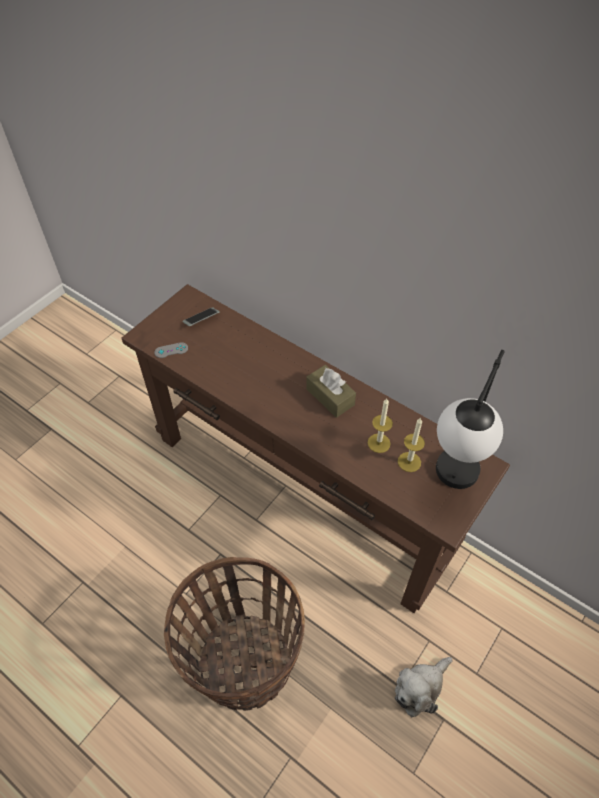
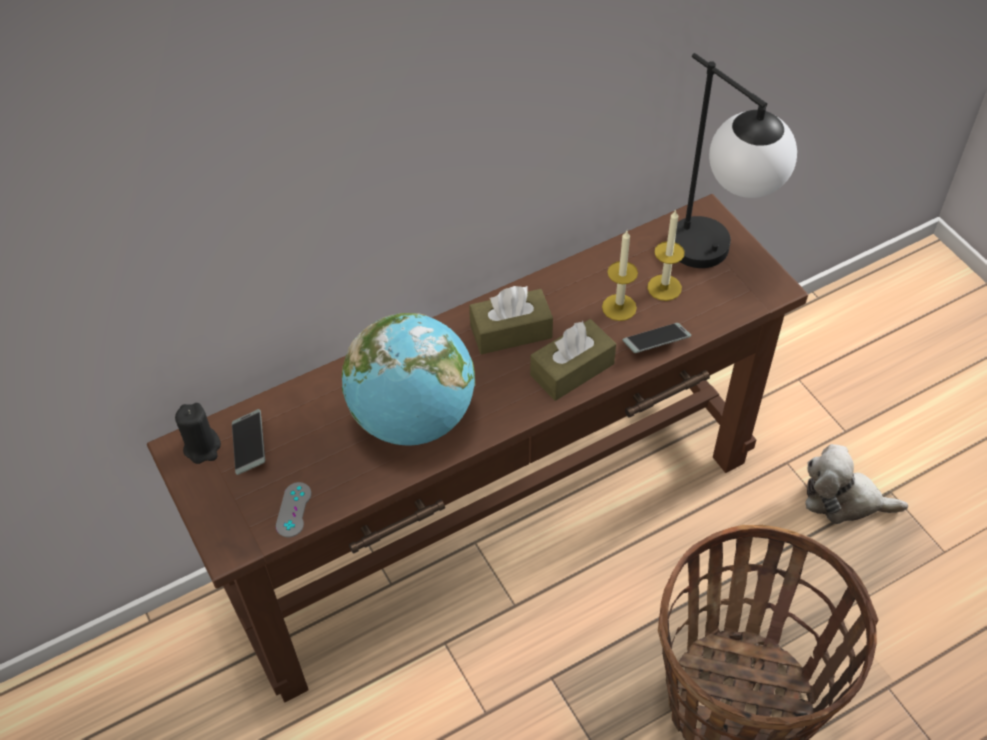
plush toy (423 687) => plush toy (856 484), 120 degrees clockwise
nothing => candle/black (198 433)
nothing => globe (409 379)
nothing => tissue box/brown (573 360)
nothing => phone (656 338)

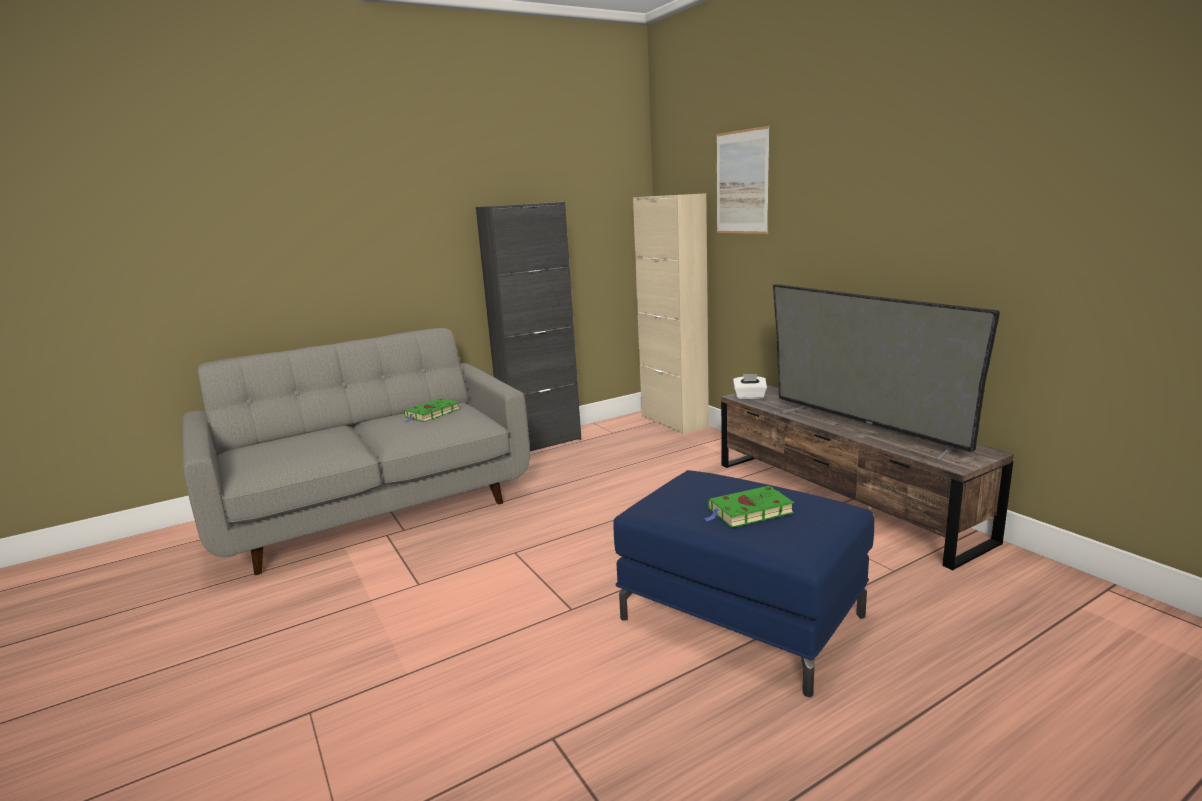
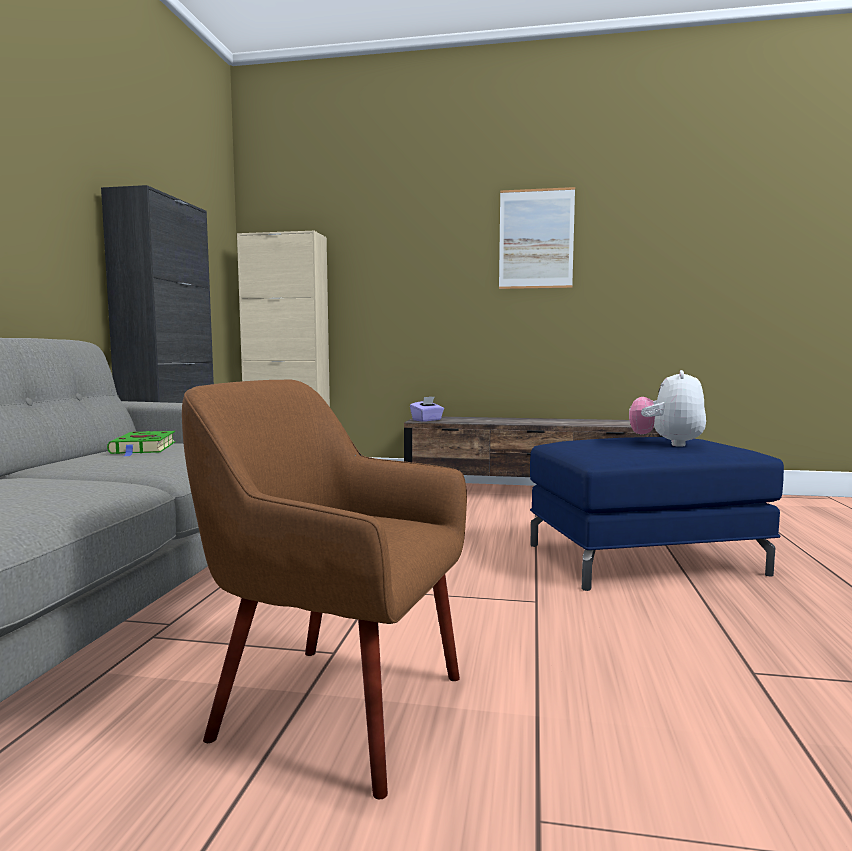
book/green (749 507) => plush toy (667 408)
picture (743 180) => picture (537 238), move
tissue box/white (750 386) => tissue box/purple (427 409)
television (886 372) => nothing
nothing => armchair/brown (324 589)

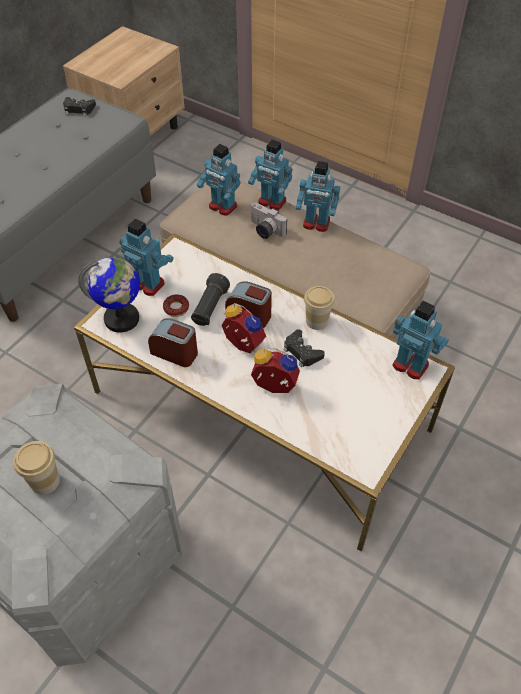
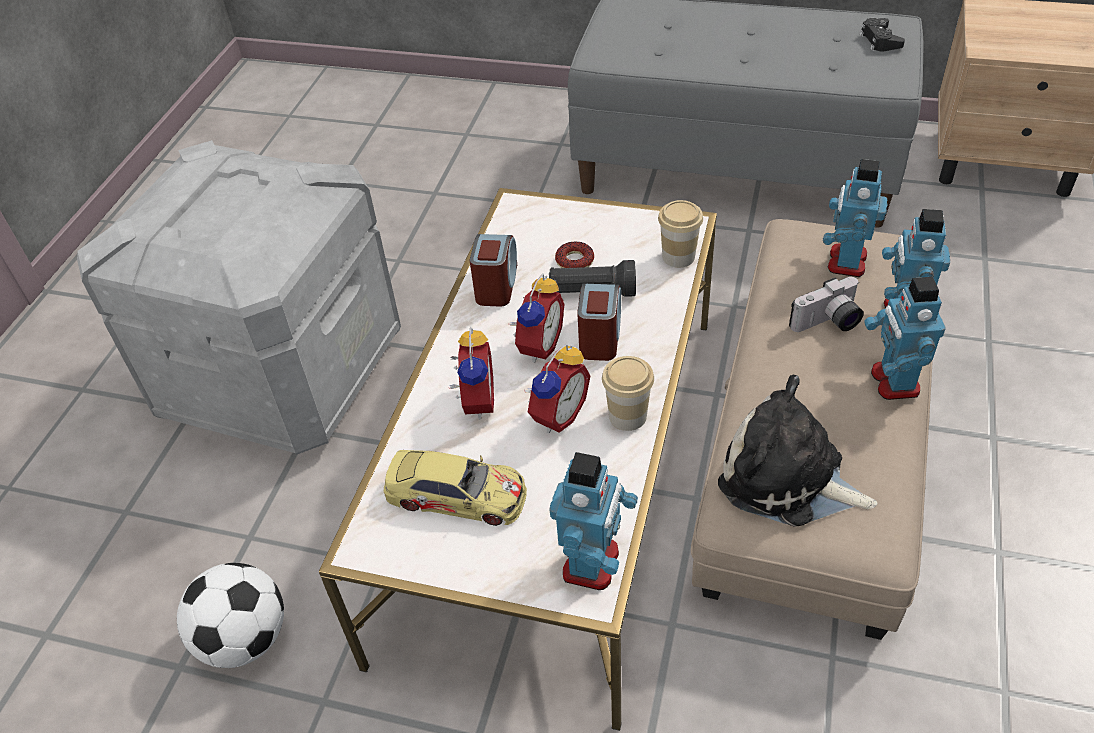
cup (36 468) => cup (680 234), move
globe (109 295) => nothing
toy robot (147 257) => nothing
photo camera (268 220) => photo camera (826 304), 135 degrees counterclockwise
game controller/black (304 348) => alarm clock (557 388)
nothing => football (230 615)
nothing => toy car (455 488)
nothing => plush toy (797 450)

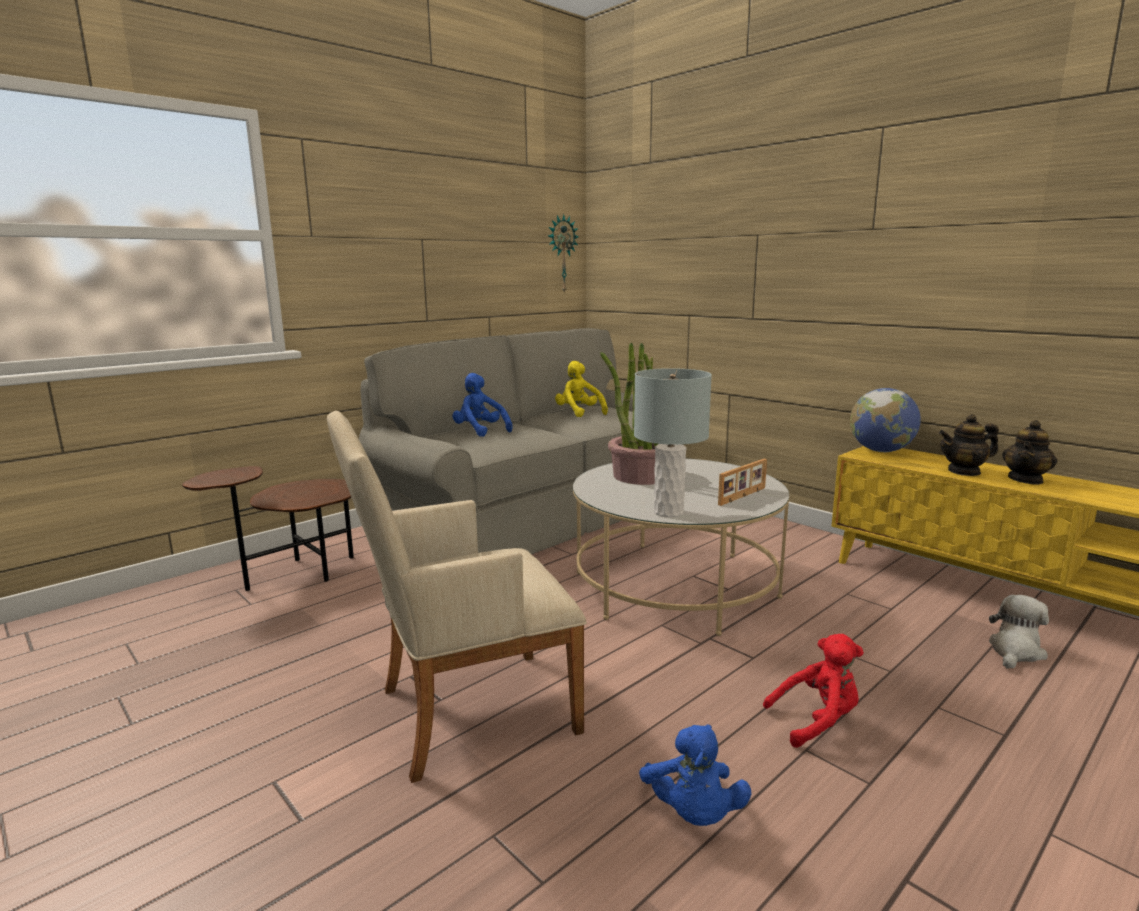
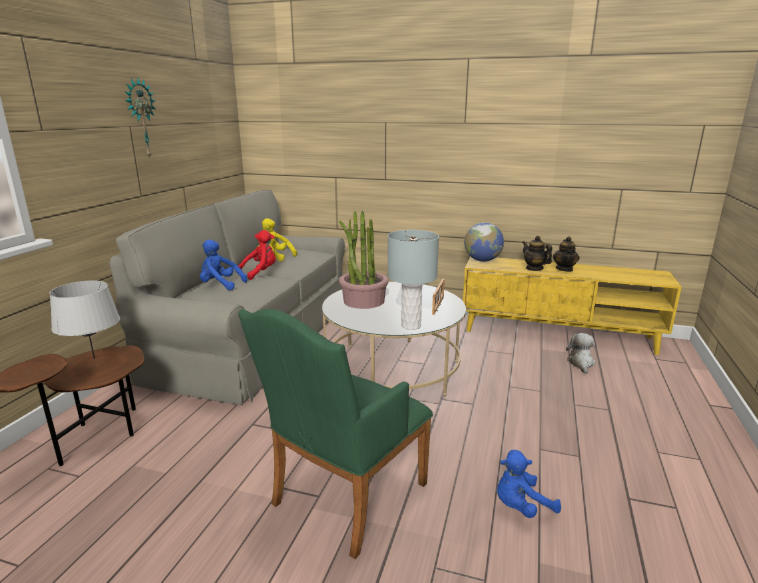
armchair/beige (457 597) => armchair/green (335 434)
wall clock (563 254) => wall clock (140 117), move
plush toy/blue (695 775) => plush toy/blue (529 484), 105 degrees clockwise
plush toy/red (813 691) => plush toy/red (257 255), move
teapot (969 445) => teapot (537 253), 90 degrees clockwise
nothing => table lamp/grey (85 320)

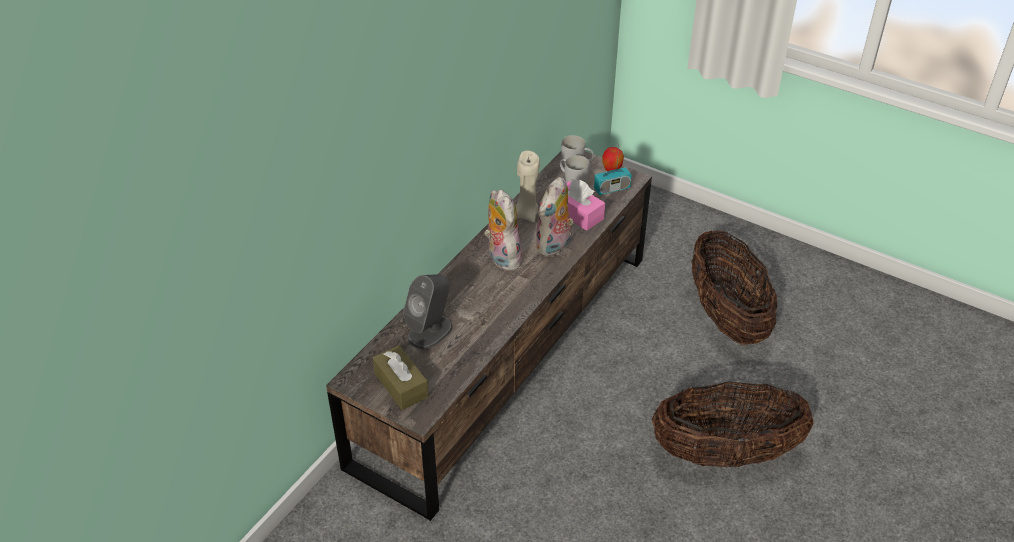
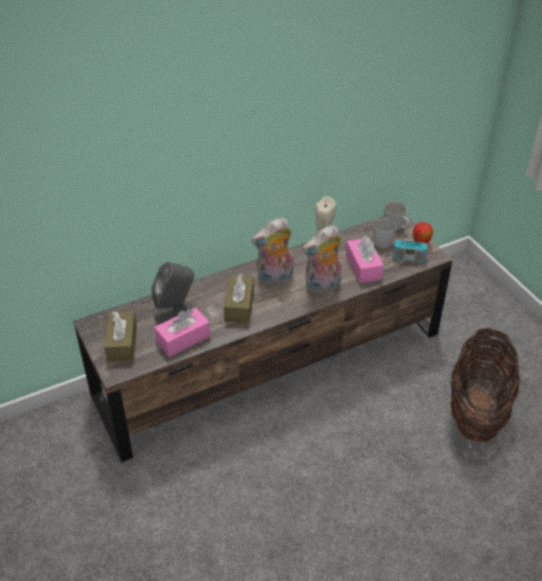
plush toy (504 230) => plush toy (272 251), 120 degrees counterclockwise
basket (733 424) => nothing
nothing => tissue box/pink (182 332)
nothing => tissue box/brown (239 298)

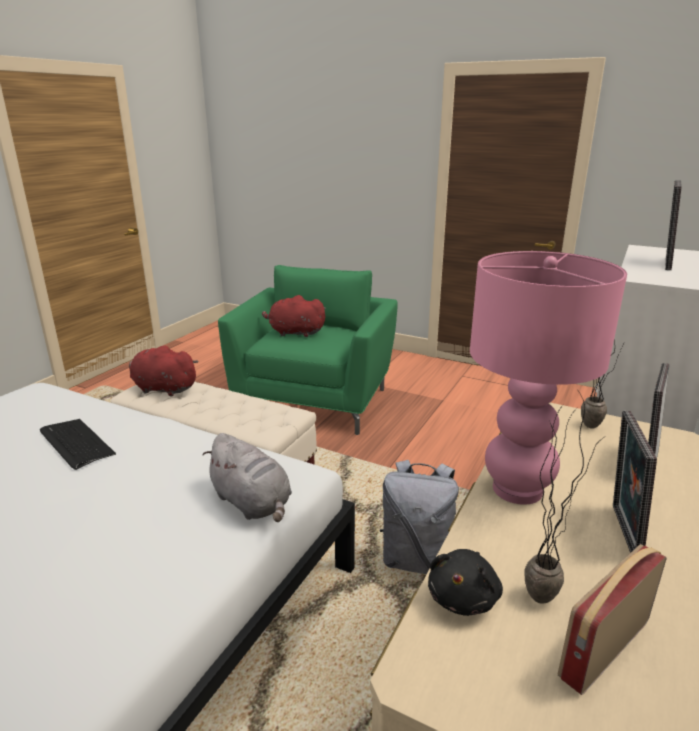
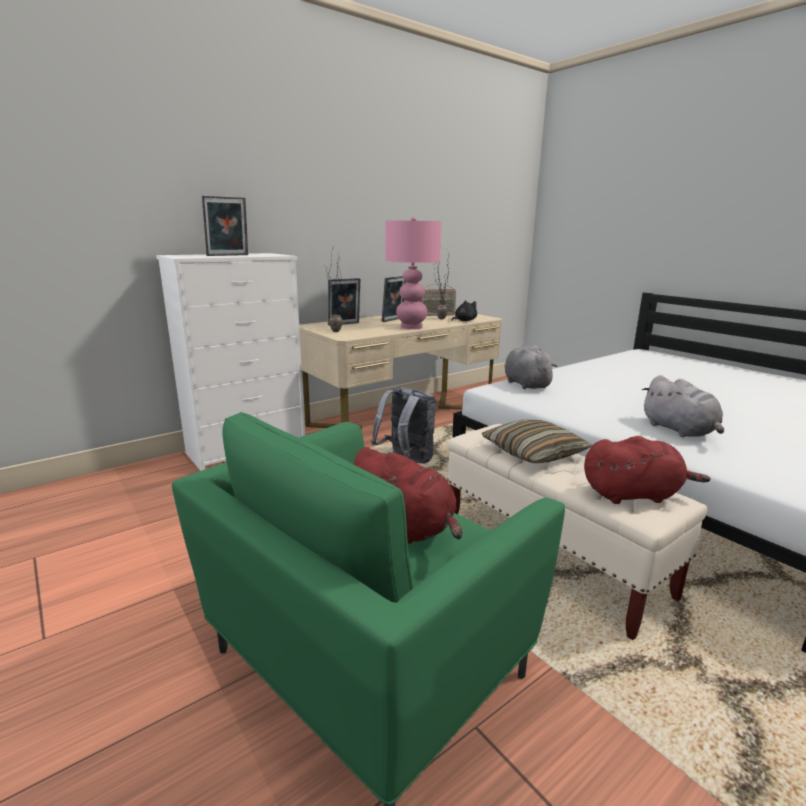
keyboard (78 444) => plush toy/grey (683 406)
plush toy/red (164 371) => plush toy/red (647 470), 45 degrees counterclockwise
nothing => pillow (537 441)

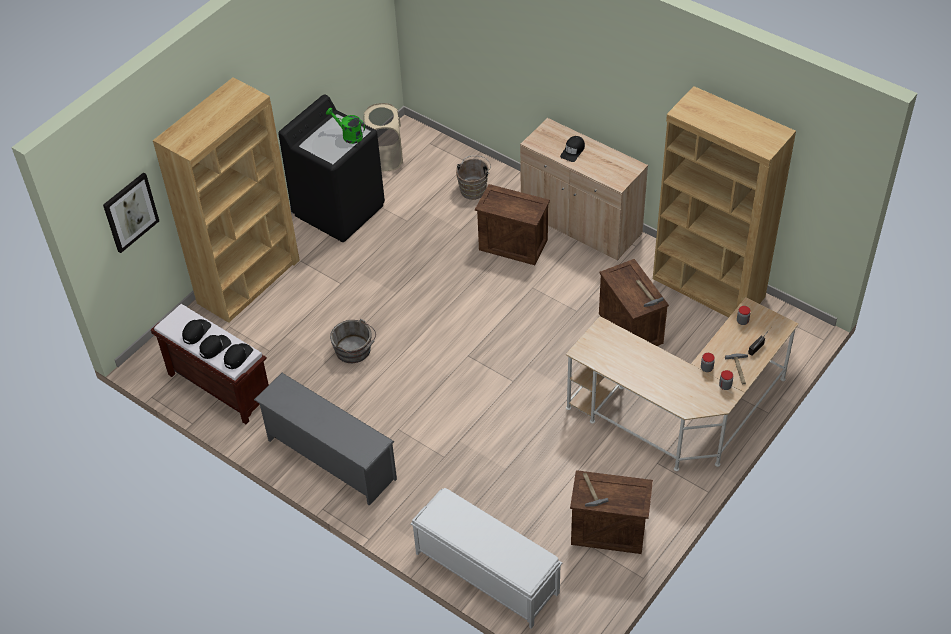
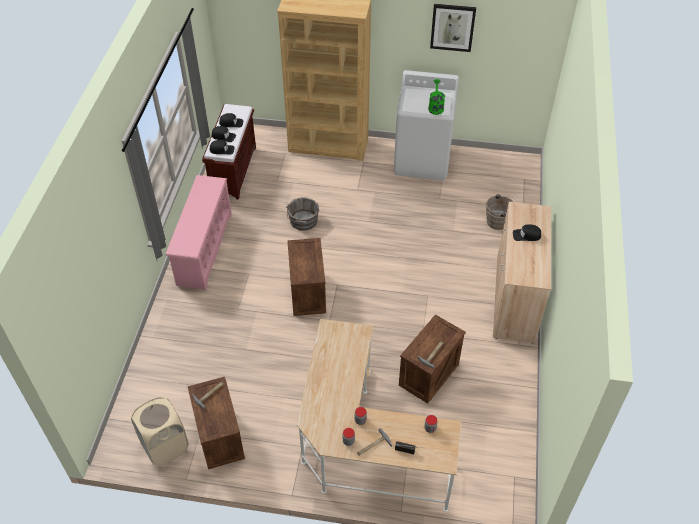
picture (131 213) => picture (453 28), move
shoe rack/grey (325 439) => shoe rack/pink (198 233)
washing machine/black (331 168) => washing machine/white (426 125)
laundry basket/beige (383 137) => laundry basket/beige (160 431), move
bench/white (486 558) => nothing
crate (512 224) => crate (306 277), move
bookcase/brown (724 201) => nothing

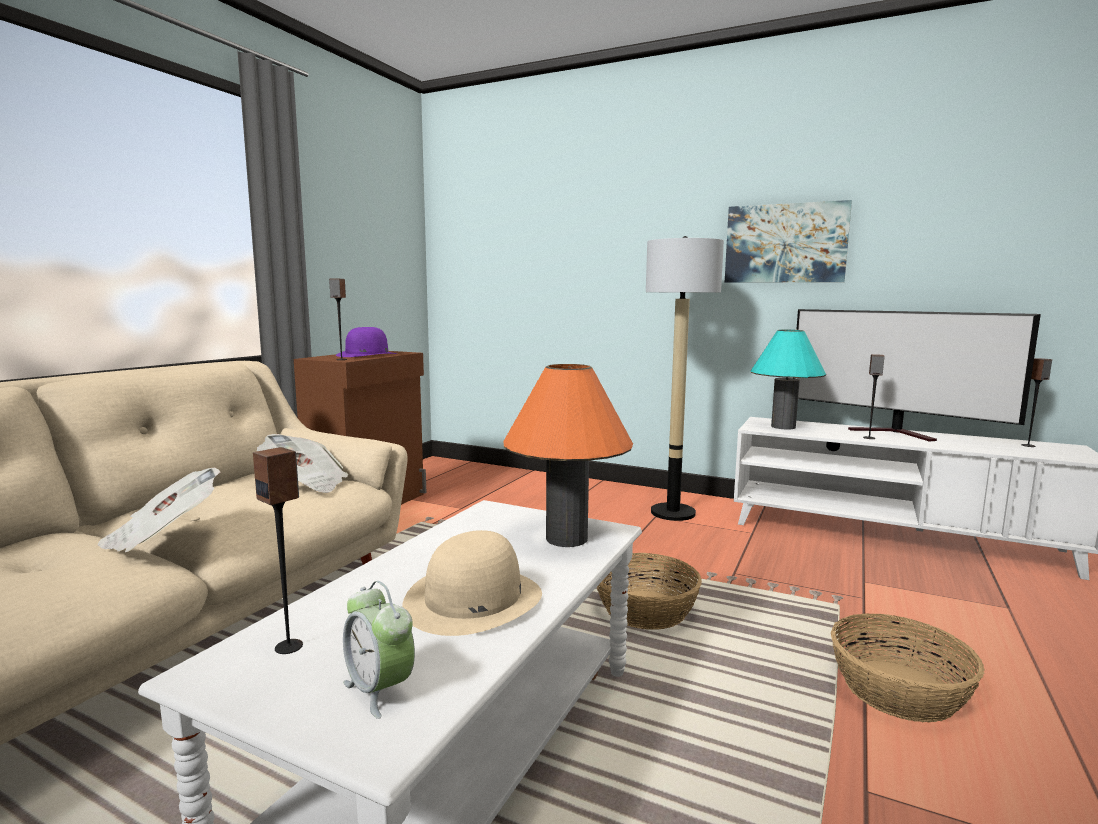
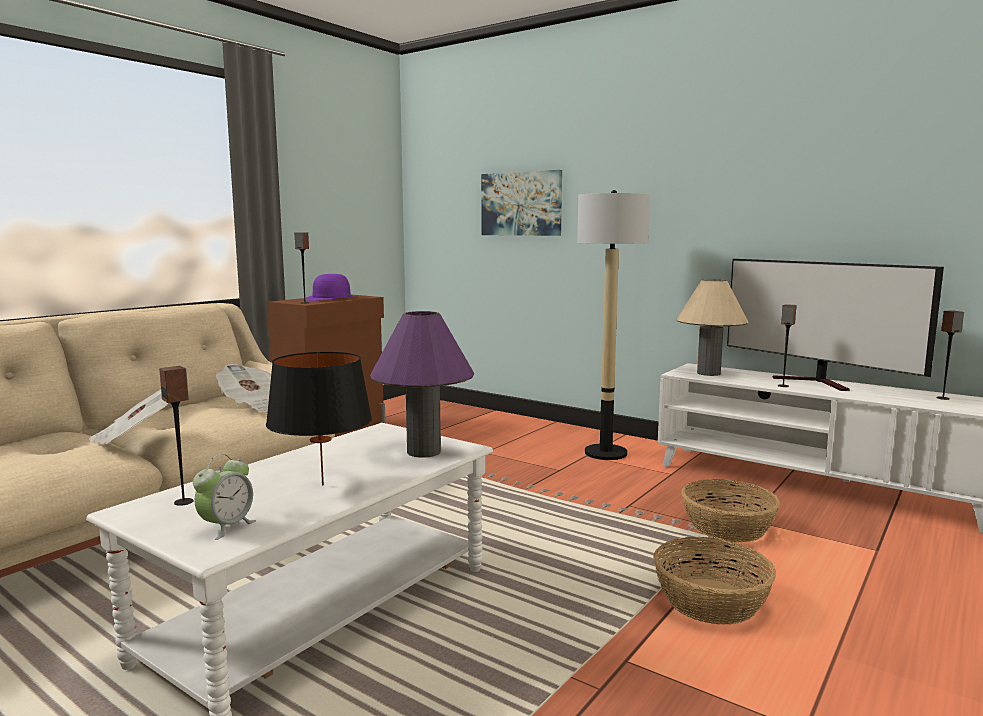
alarm clock (379 650) => alarm clock (224 497), 120 degrees counterclockwise
hat/beige (472 583) => table lamp/black (319 419)
table lamp/orange (568 455) => table lamp/purple (422 384)
basket (649 591) => basket (731 510), move
picture (788 241) => picture (521 203), move
table lamp/turquoise (788 379) => table lamp/beige (712 327)

